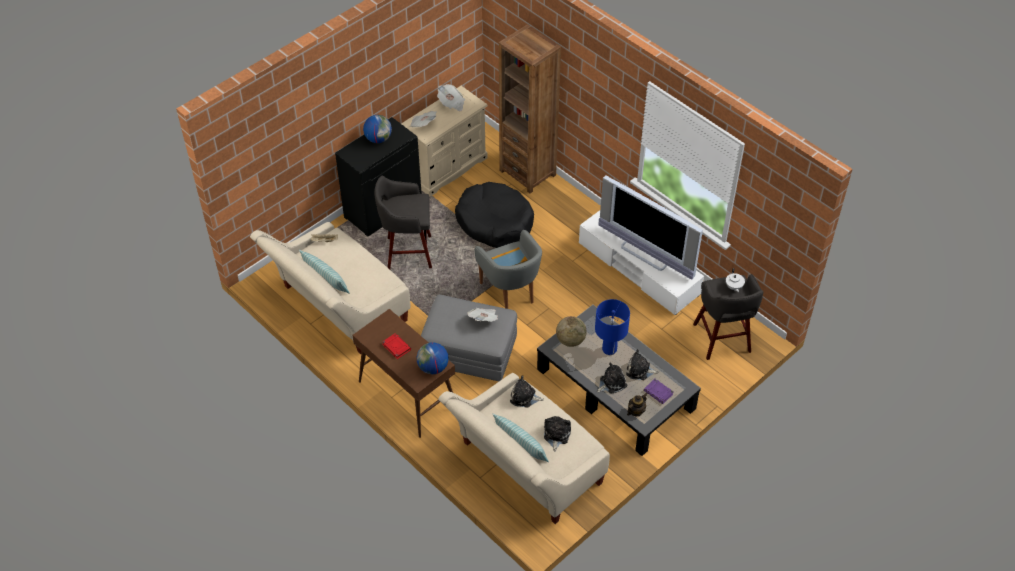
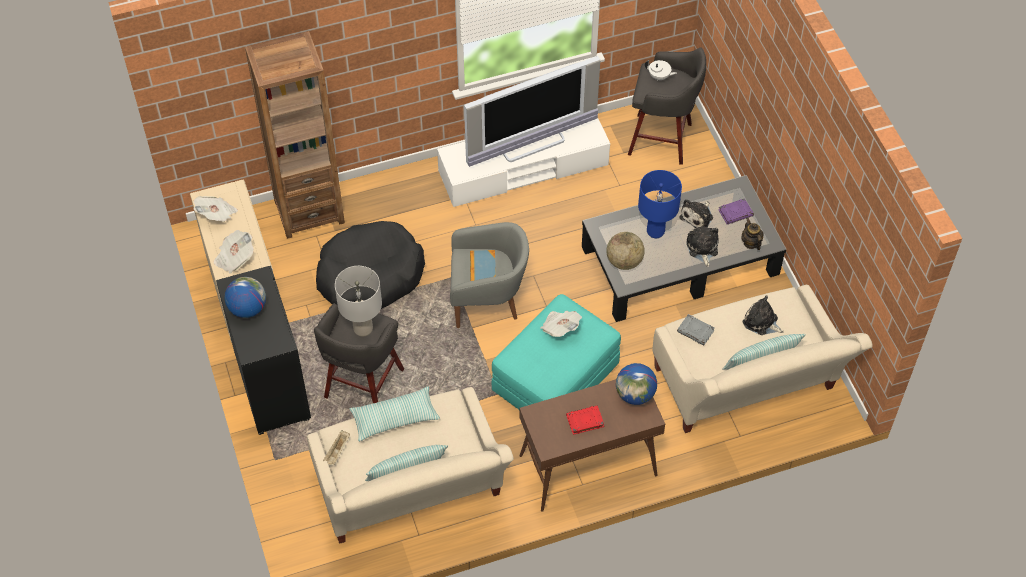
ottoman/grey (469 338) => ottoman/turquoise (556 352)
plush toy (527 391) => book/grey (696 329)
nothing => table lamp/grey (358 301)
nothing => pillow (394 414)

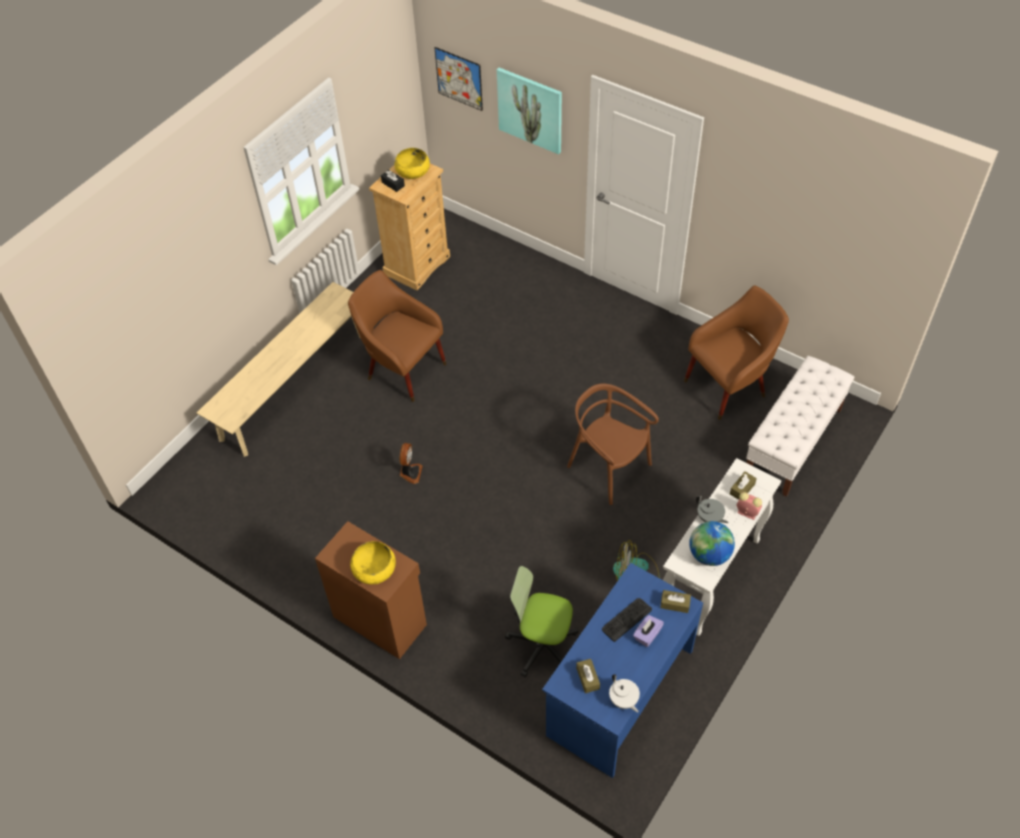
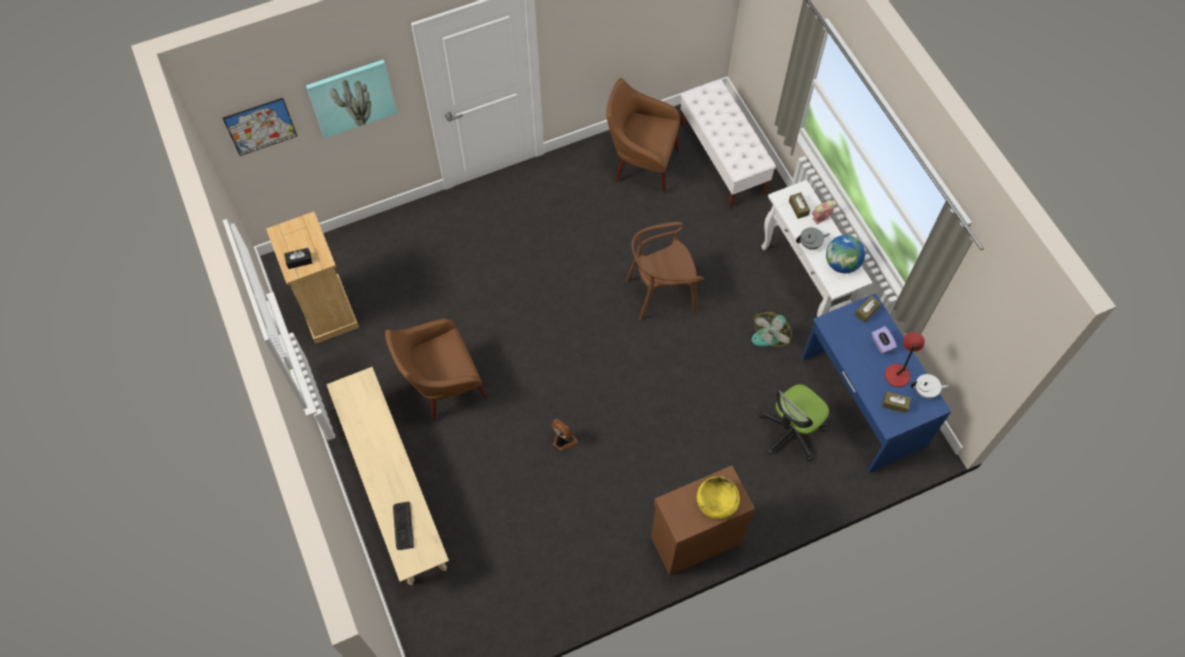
bowl/yellow (412 163) => nothing
keyboard (627 620) => keyboard (403 525), move
armchair/brown (736 352) => armchair/brown (643 136), 75 degrees counterclockwise
nothing => table lamp/red (905 359)

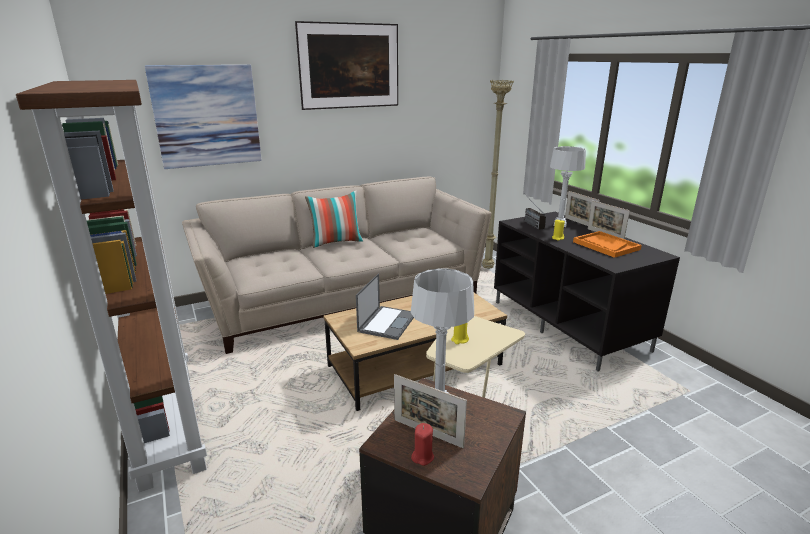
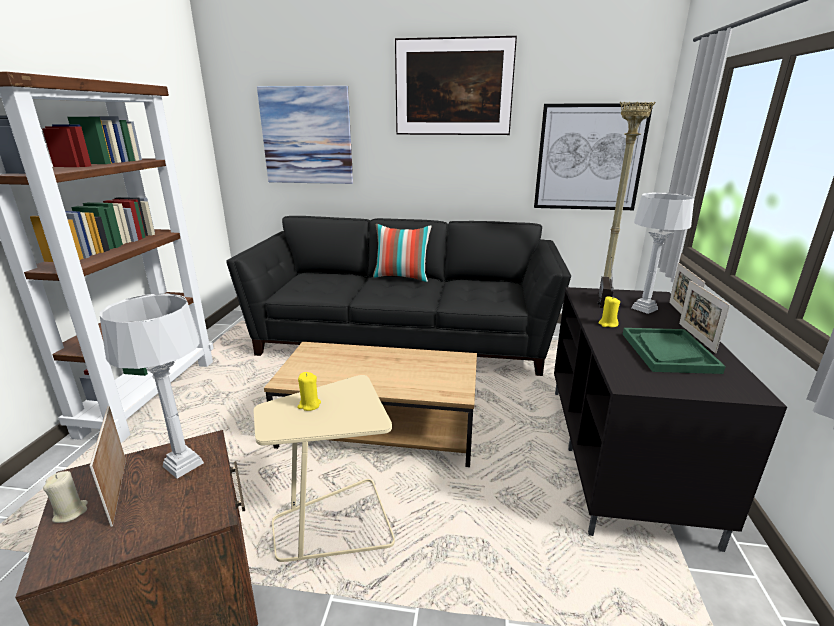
sofa/beige (336 265) => sofa/black (398 296)
laptop (385 306) => nothing
candle/red (422 444) => candle/beige (65 497)
tray/orange (607 244) => tray/green (674 351)
nothing => picture (593 156)

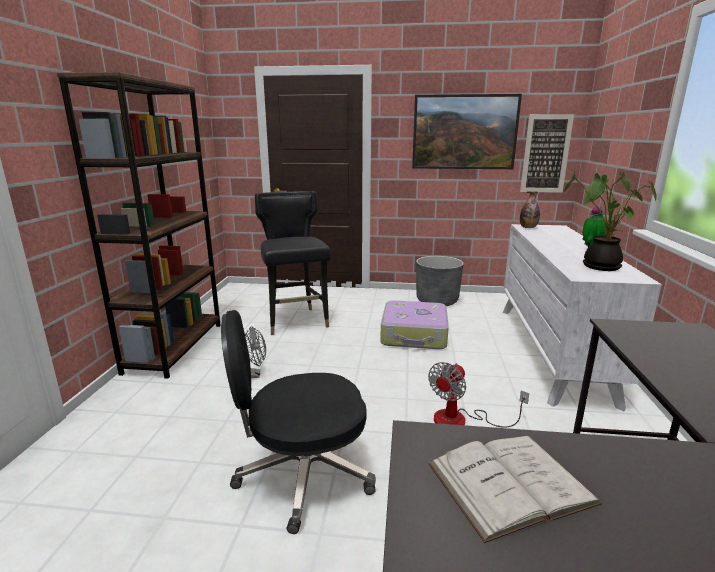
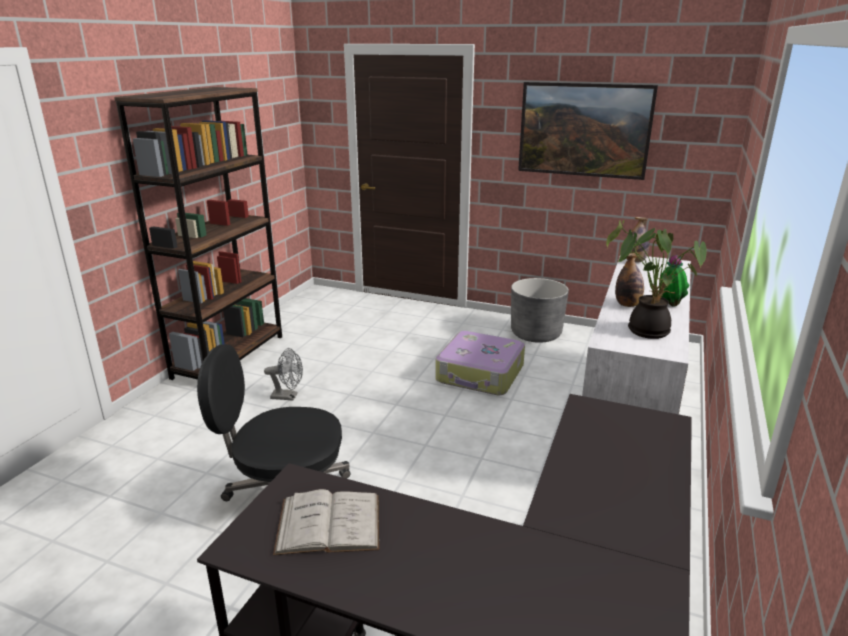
chair/black (293 263) => nothing
fan (478 395) => nothing
picture (547 153) => nothing
nothing => bottle (629 279)

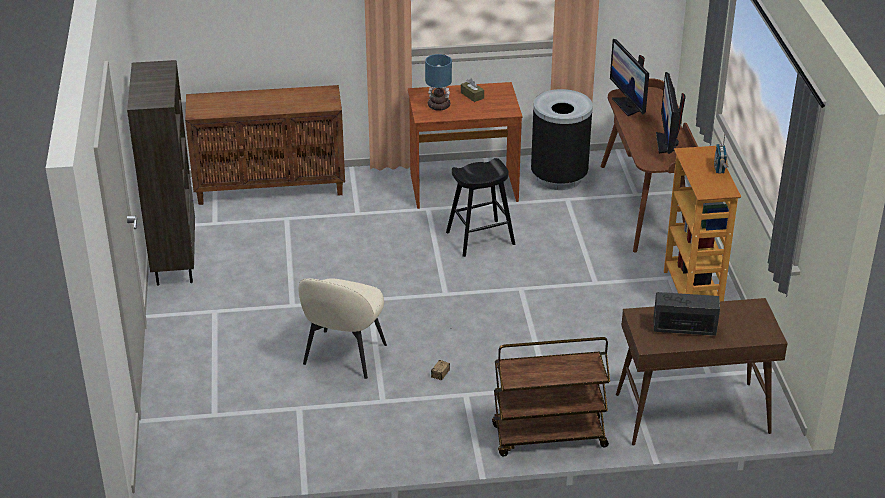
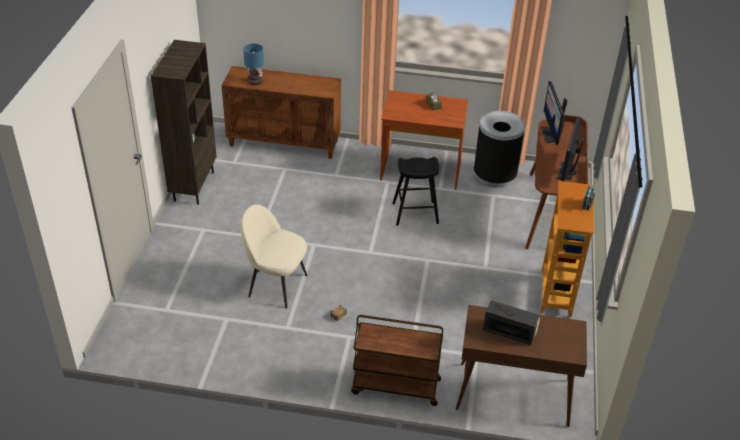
chair/beige (342 328) => chair/beige (274 257), 75 degrees clockwise
table lamp (438 82) => table lamp (253 64), move

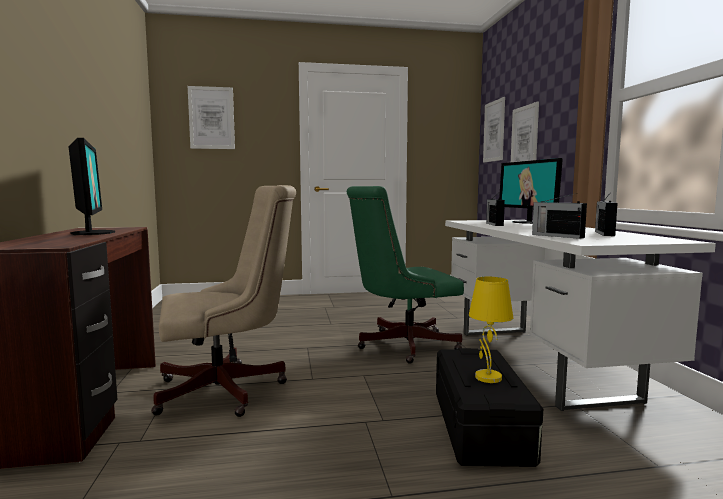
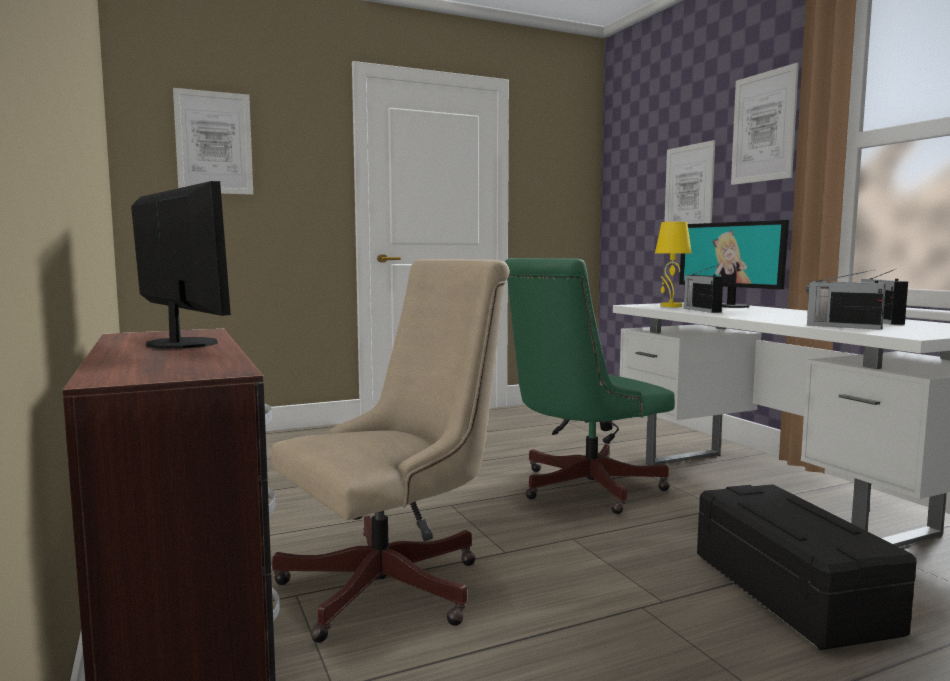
table lamp/yellow (491 330) => table lamp/yellow (673 264), move
picture (494 130) => picture (765 124), move

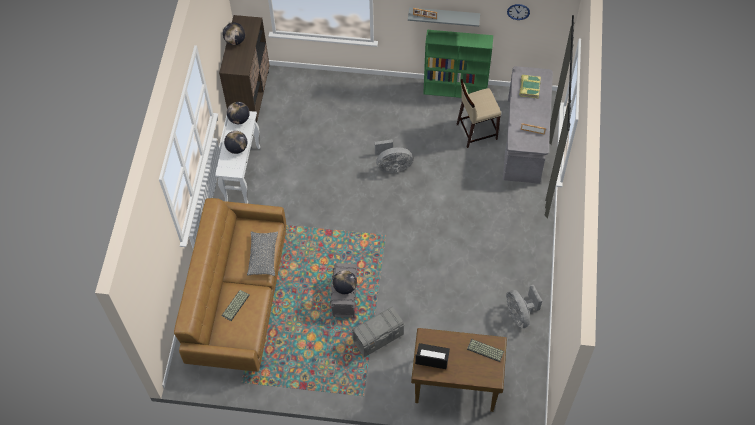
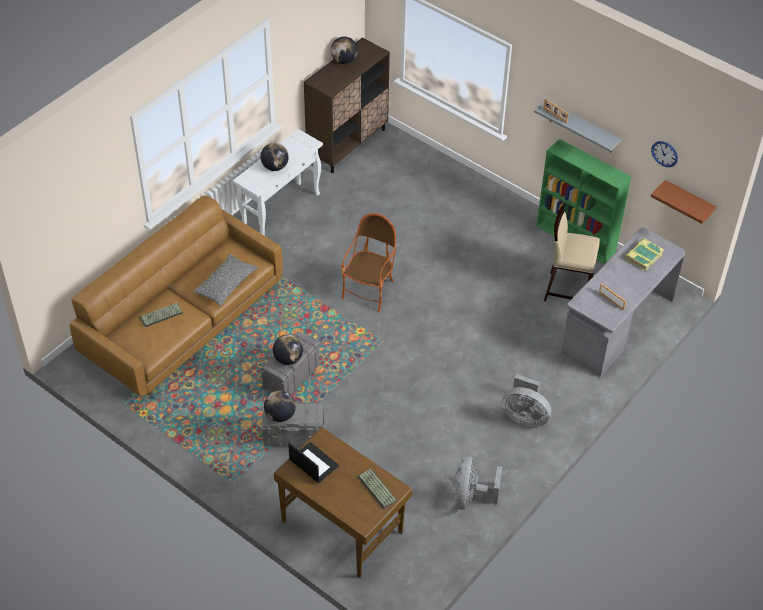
globe (238 113) => globe (280 406), move
fan/grey (394 156) => fan/grey (526 400), move
nothing => armchair (368 263)
nothing => shelf/brown (684 202)

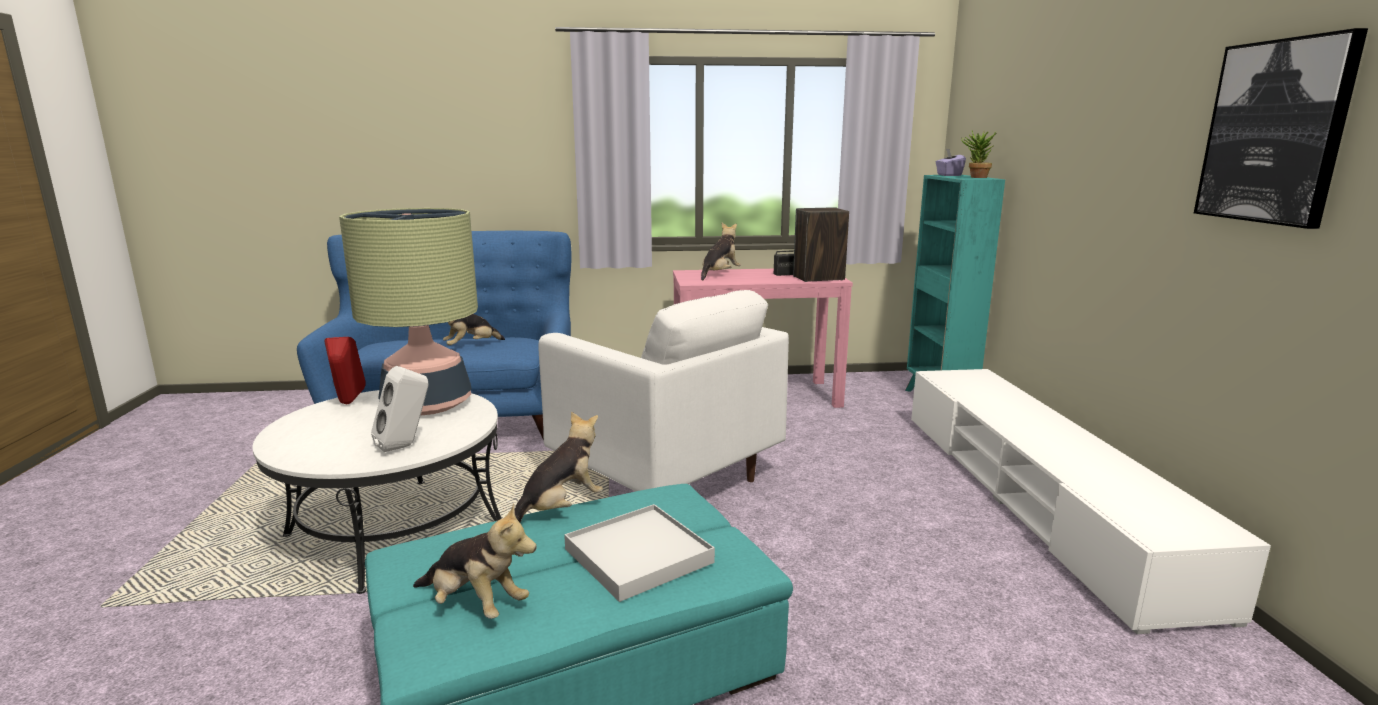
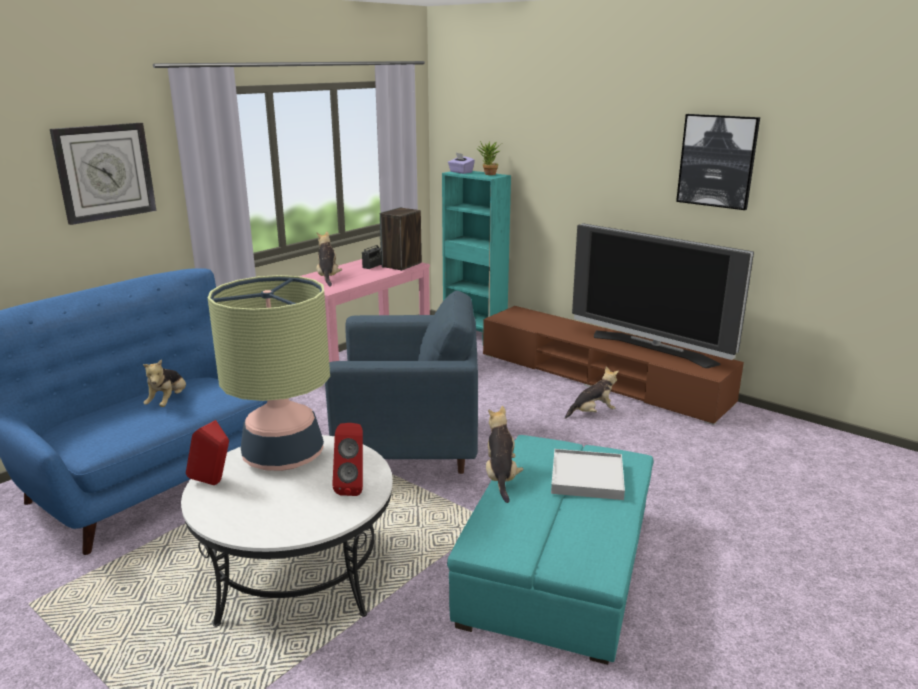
speaker/white (399 409) => speaker/red (347 459)
plush toy (475 561) => plush toy (592 393), move
armchair/white (664 390) => armchair/blue (401 382)
tv stand/white (1091 501) => tv stand/brown (613 365)
nothing => wall clock (103 174)
nothing => television (663 295)

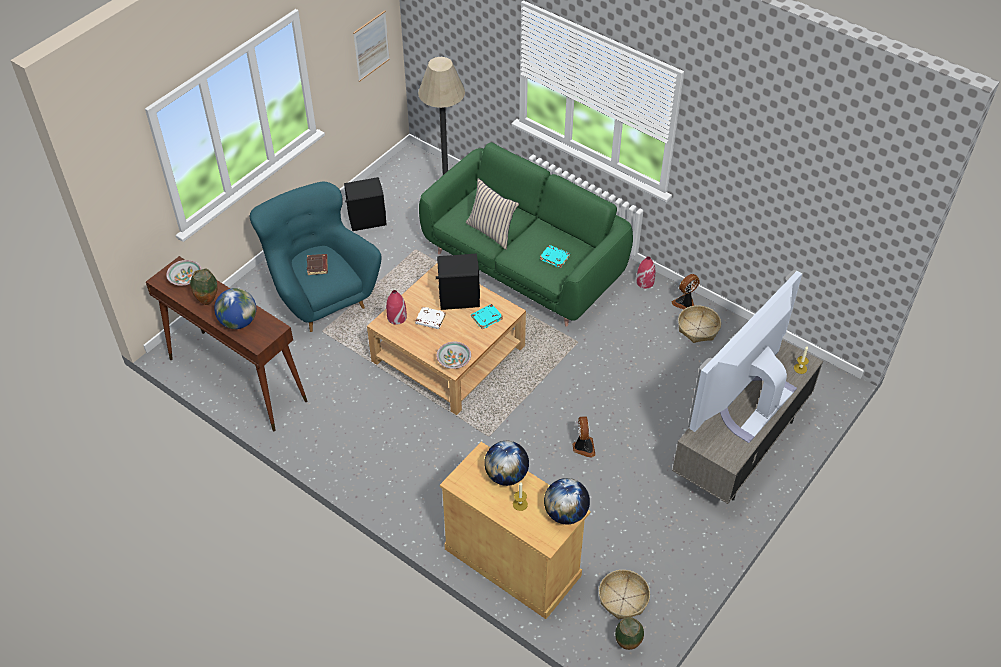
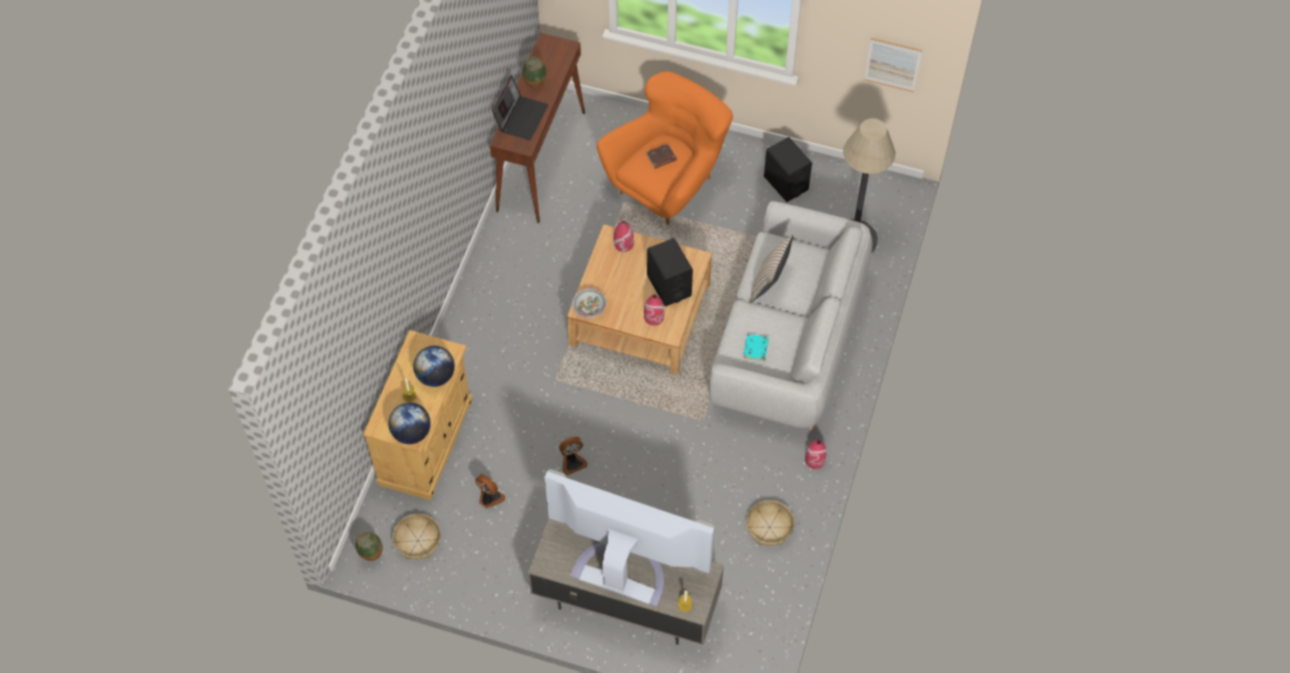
bowl (184 273) => nothing
globe (235 308) => laptop (520 108)
armchair/turquoise (315 257) => armchair/orange (665 148)
book/white (430 318) => nothing
sofa/green (526 234) => sofa/grey (790 315)
book/turquoise (487 316) => vase/red (654 310)
fan (686 291) => fan (490 491), move

